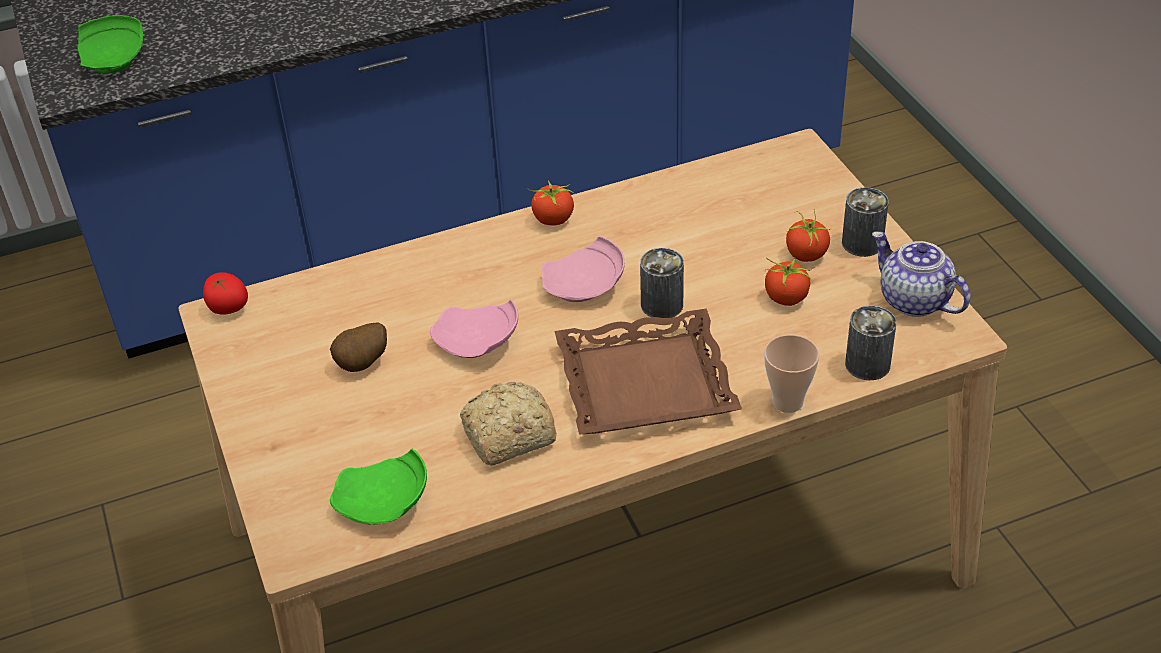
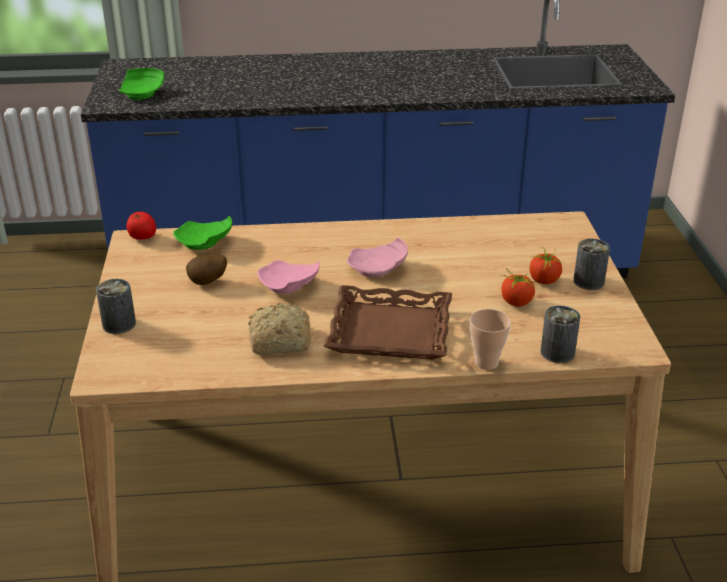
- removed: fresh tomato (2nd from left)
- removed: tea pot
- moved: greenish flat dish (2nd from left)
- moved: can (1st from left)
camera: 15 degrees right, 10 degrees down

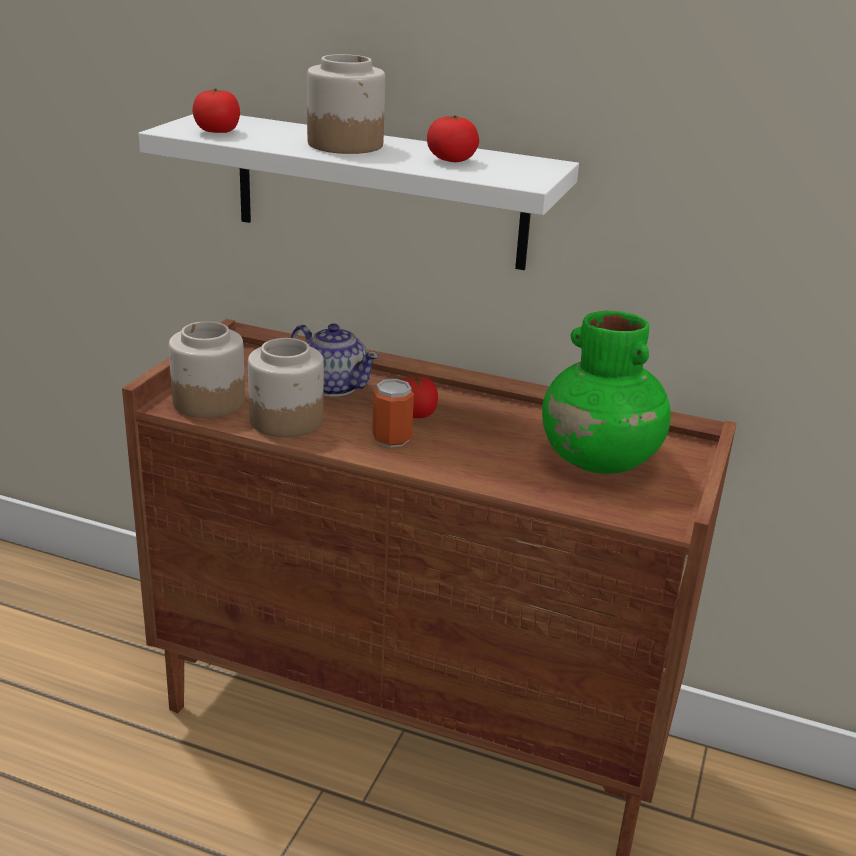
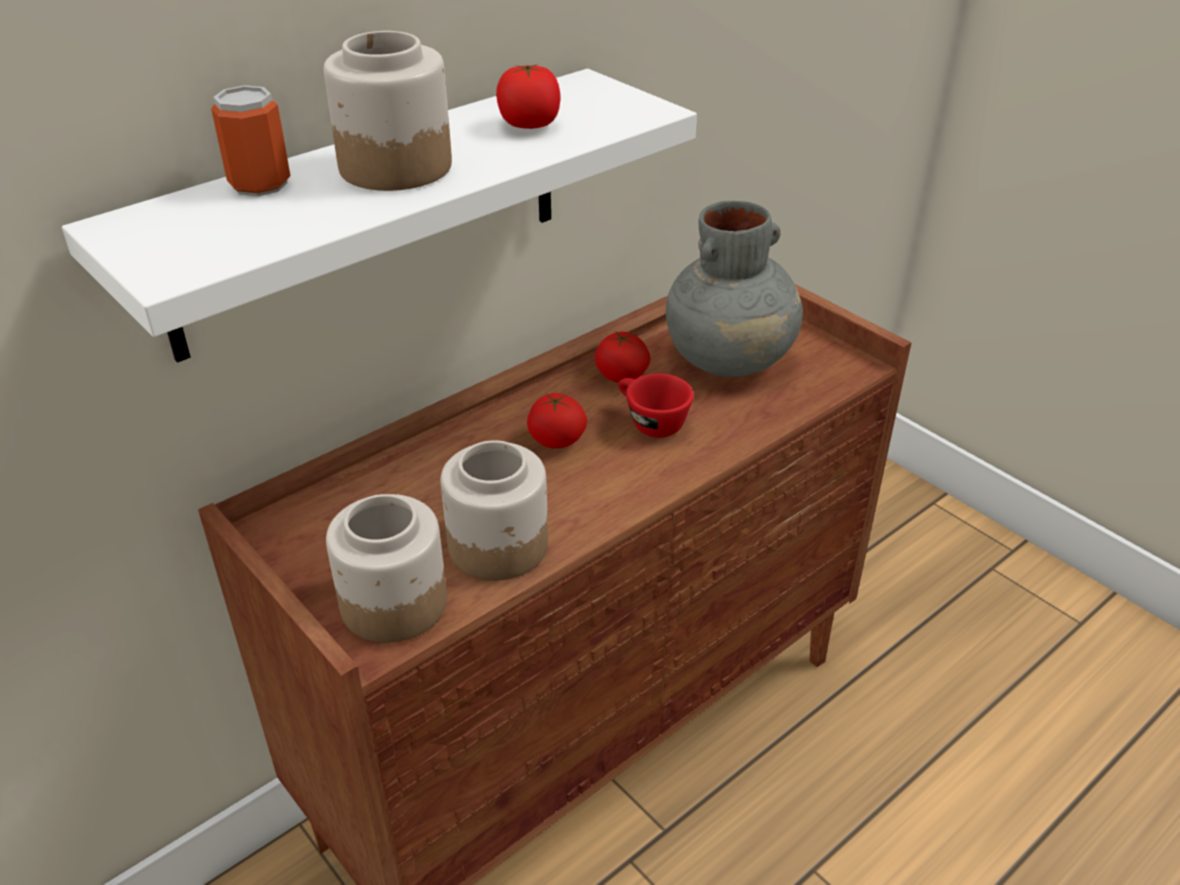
- removed: tea pot
- added: reddish cup
- moved: fresh tomato (1st from left in the first image) to fresh tomato (3rd from left)
- moved: can
- recoloured: greenish vase to greyish vase
camera: 60 degrees left, 10 degrees up

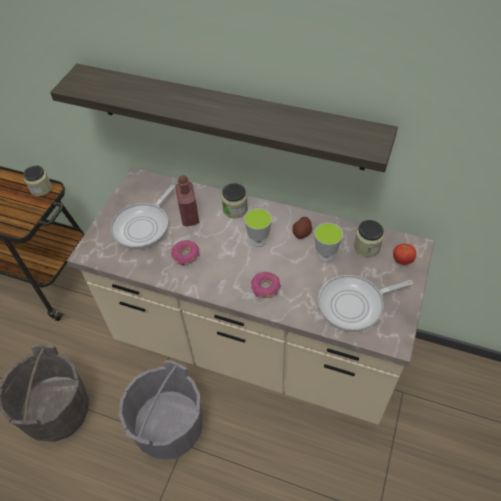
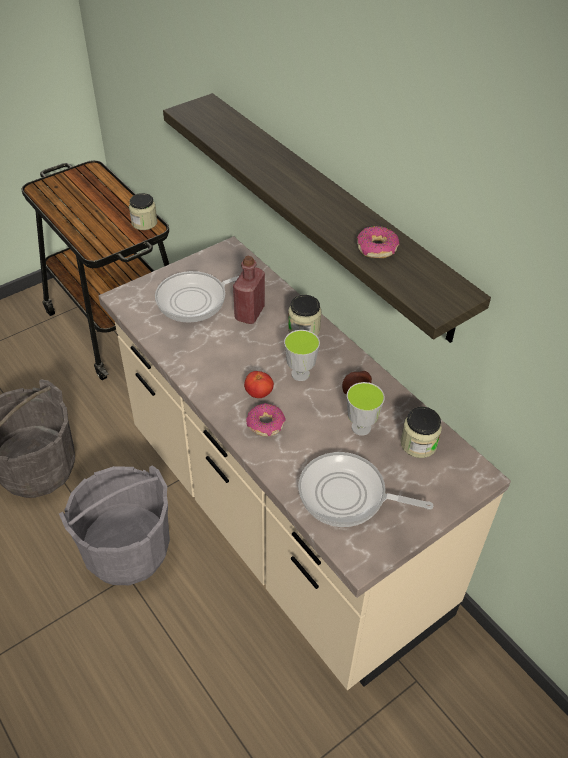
- moved: ring doughnut (1st from left in the first image) to ring doughnut (2nd from left)
- moved: fresh tomato
camera: 30 degrees right, 5 degrees down

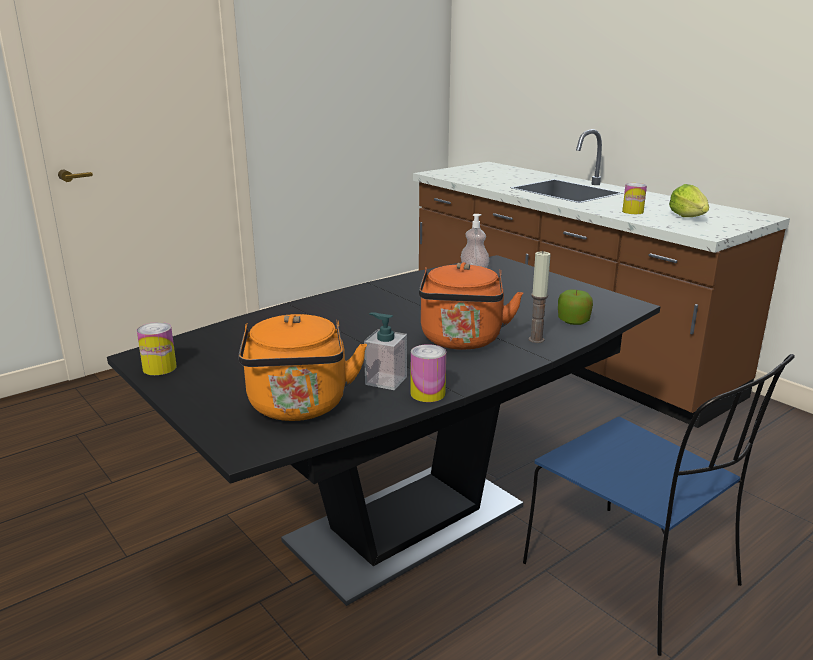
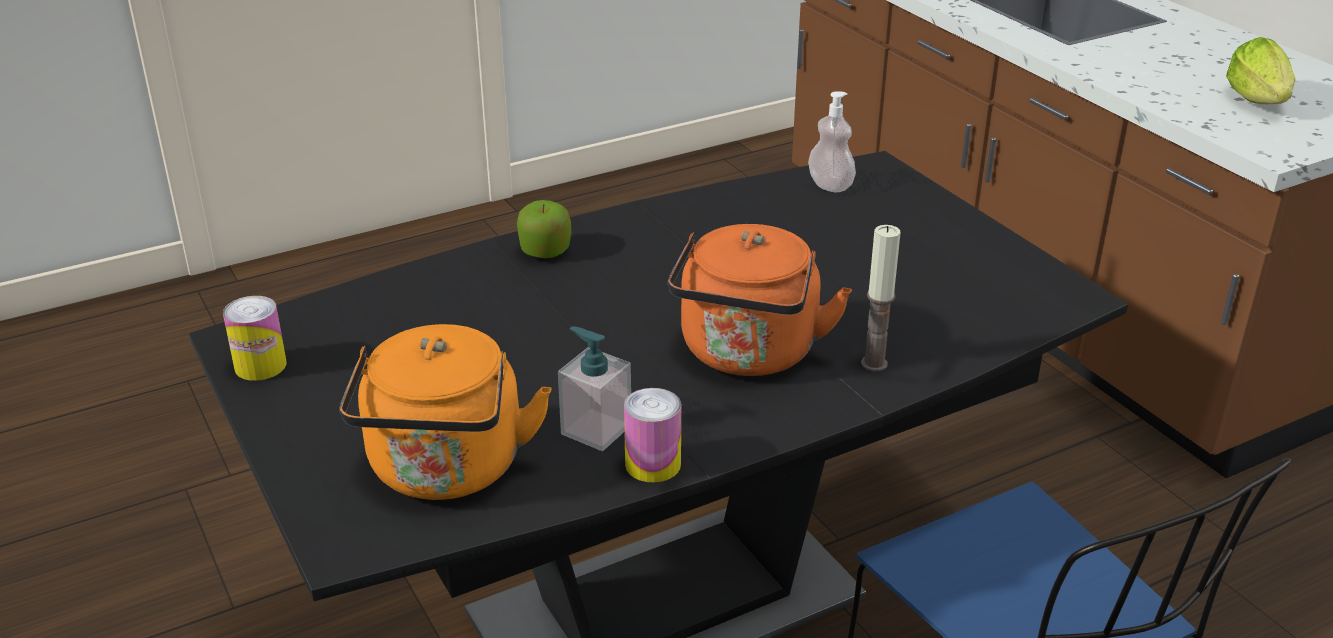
- removed: can (3rd from left)
- moved: apple
camera: 10 degrees right, 10 degrees up

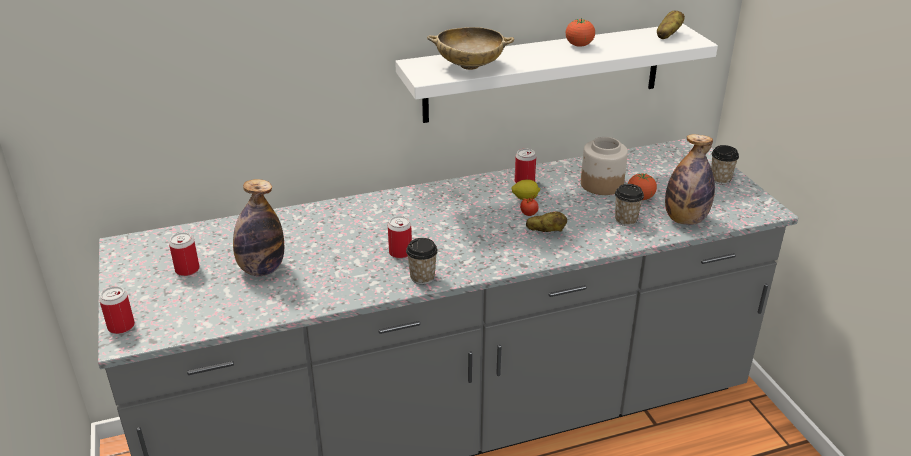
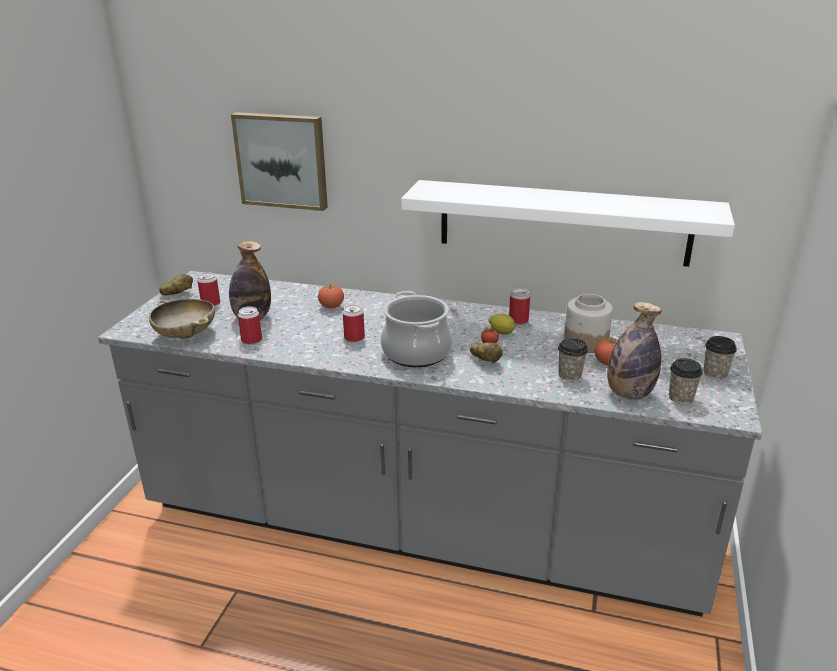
- added: wall art
- added: stockpot
- moved: can (1st from left in the first image) to can (2nd from left)
- moved: cup (1st from left in the first image) to cup (2nd from left)
- moved: sand-coloured serving bowl
- moved: fresh tomato (2nd from left in the first image) to fresh tomato (1st from left)
- moved: potato (2nd from left in the first image) to potato (1st from left)
camera: 35 degrees right, 5 degrees down

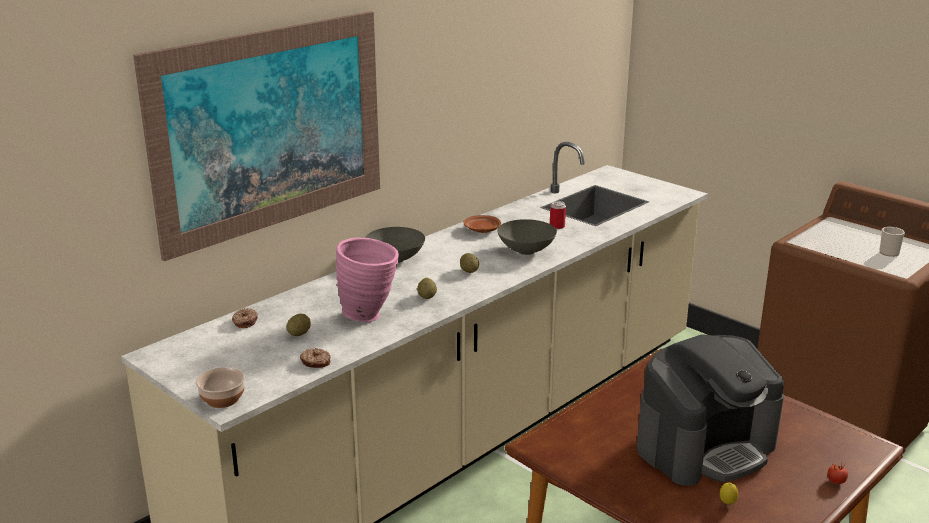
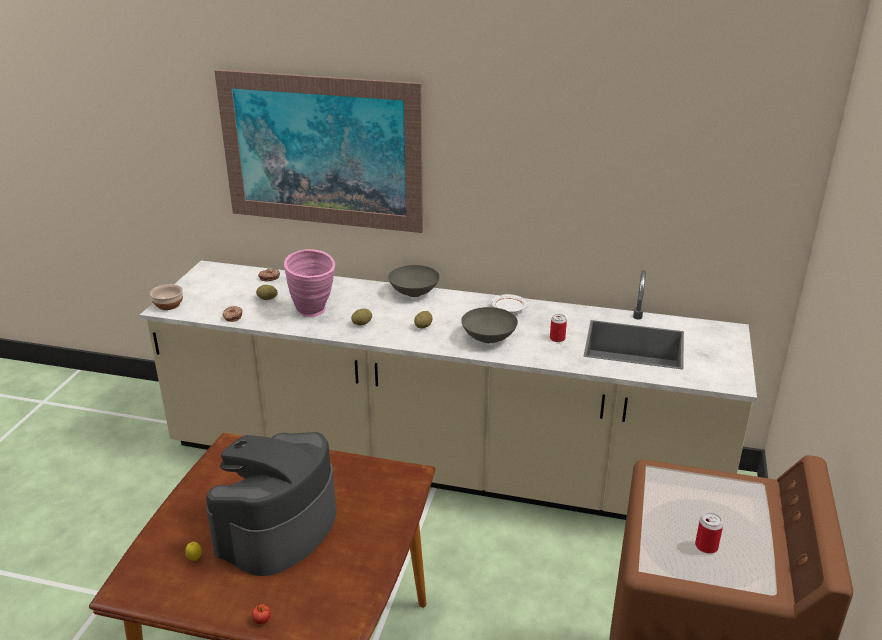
- replaced: mug to can (2nd from left)
- recoloured: brown flat dish to whitish flat dish
- turned: coffee machine 90 degrees clockwise
camera: 60 degrees right, 5 degrees up

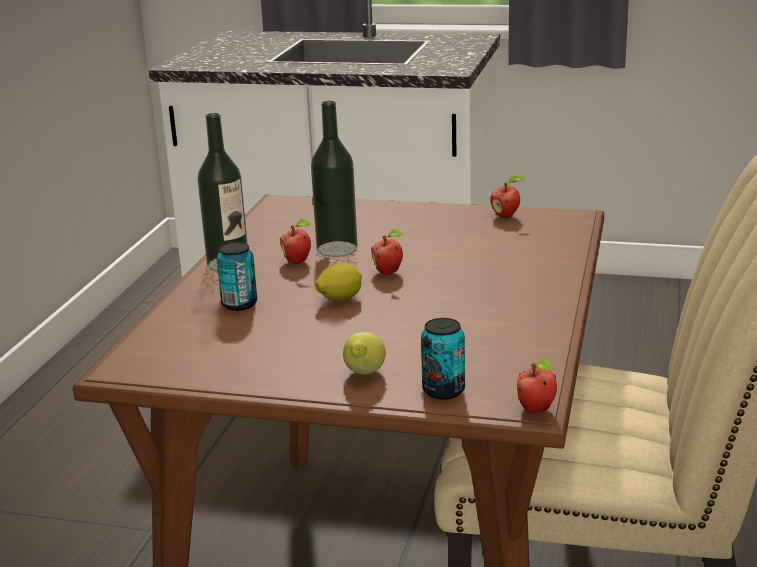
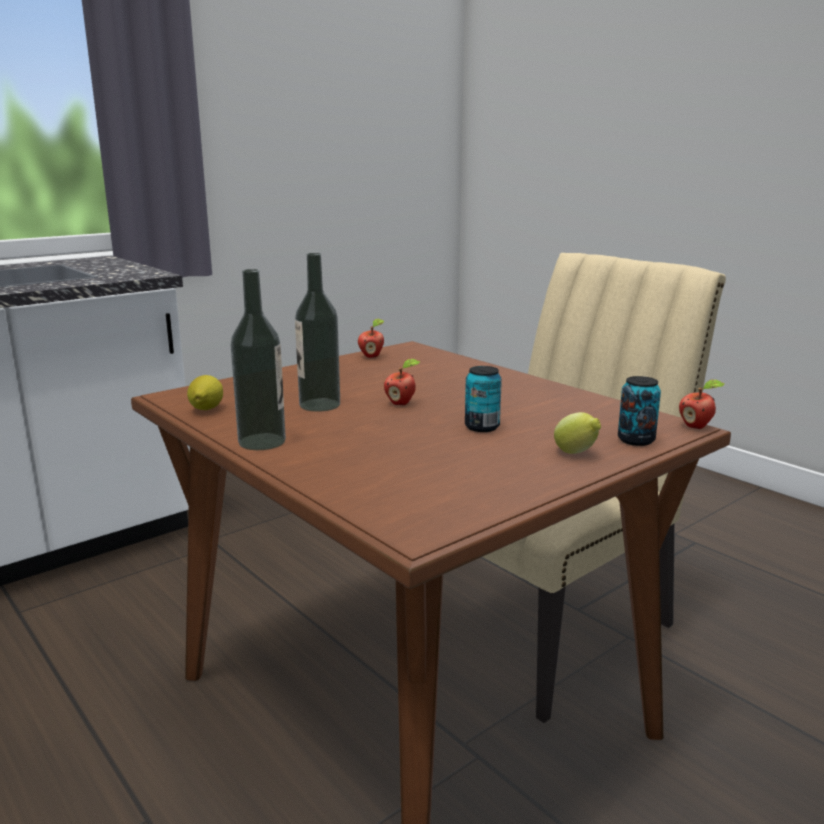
- removed: apple (1st from left)
- moved: can (1st from left)
- moved: lemon (1st from left)
camera: 55 degrees left, 5 degrees down

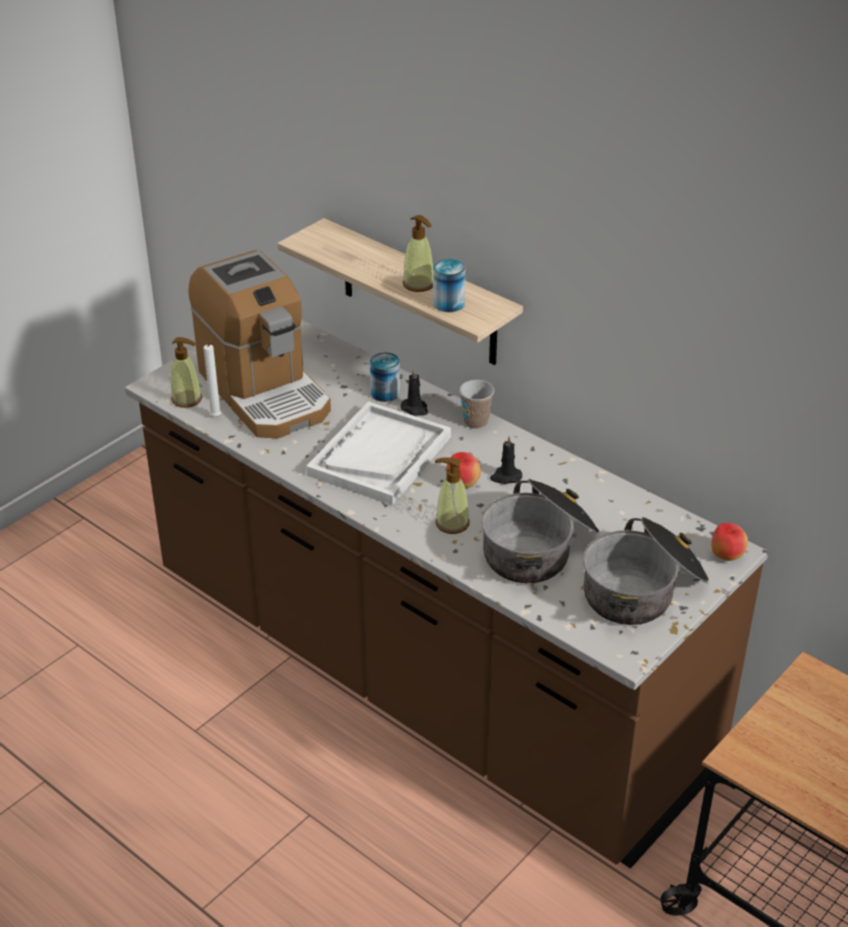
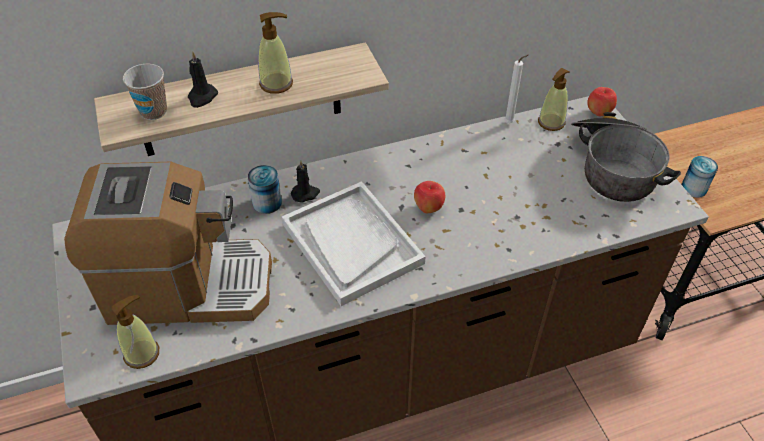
- removed: stockpot (1st from left)
- moved: whitish wax light
- moved: can (2nd from left)
- moved: soap dispenser (3rd from left)
- moved: cup
- moved: blackish wax light (2nd from left in the first image) to blackish wax light (1st from left)
camera: 60 degrees left, 10 degrees up

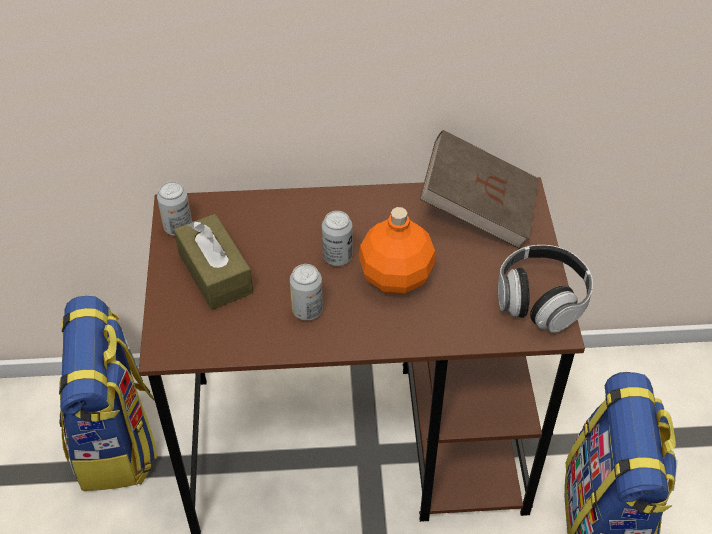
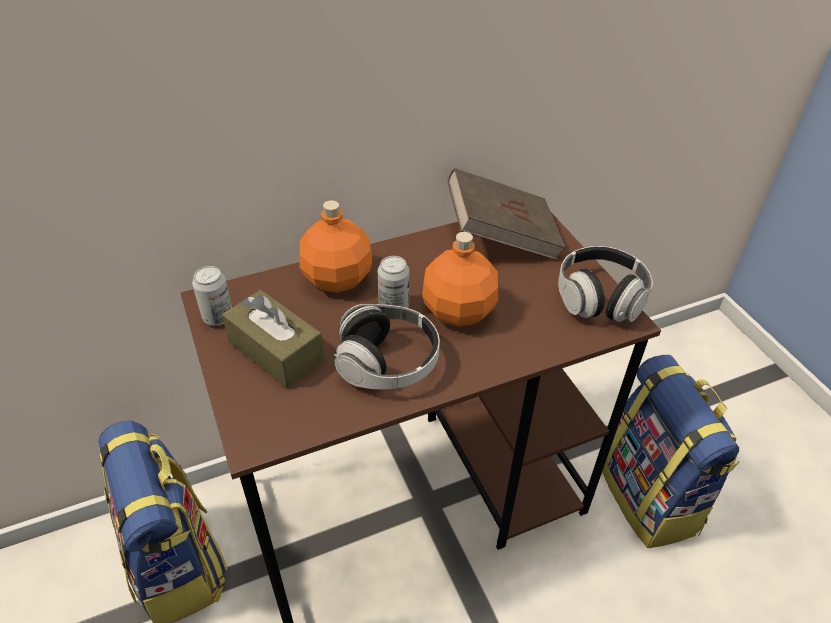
- added: orange bottle (1st from left)
- replaced: can (2nd from left) to pair of headphones (1st from left)
camera: 20 degrees left, 5 degrees down

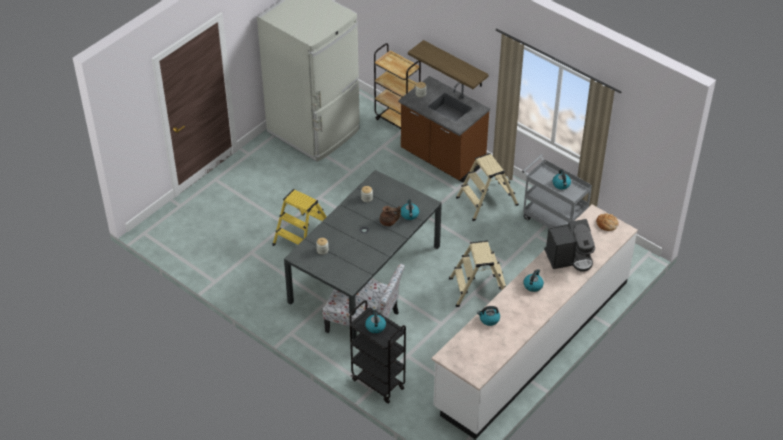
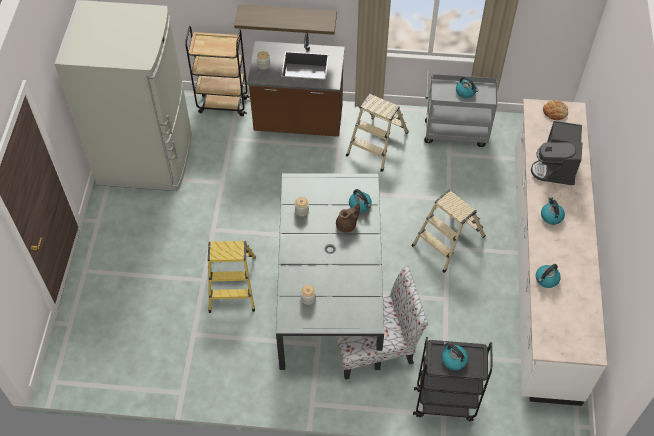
- turned: coffee machine 150 degrees clockwise
camera: 35 degrees left, 10 degrees up

